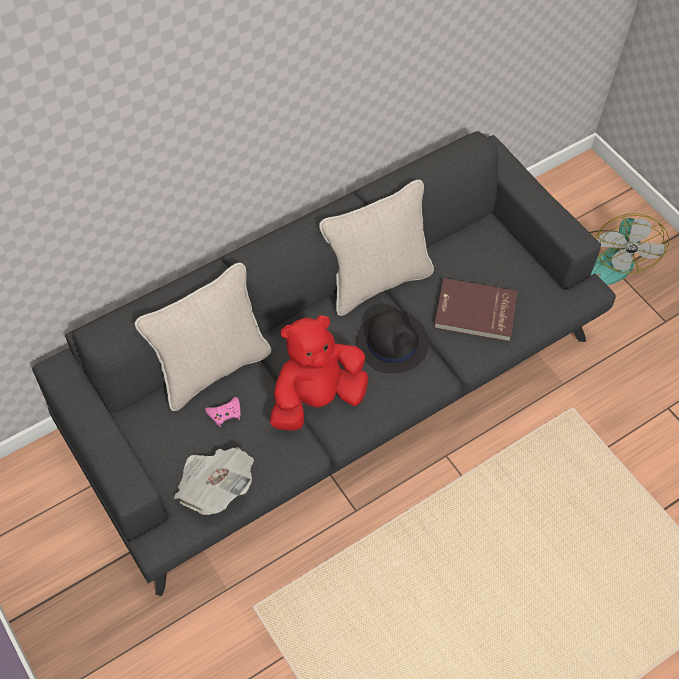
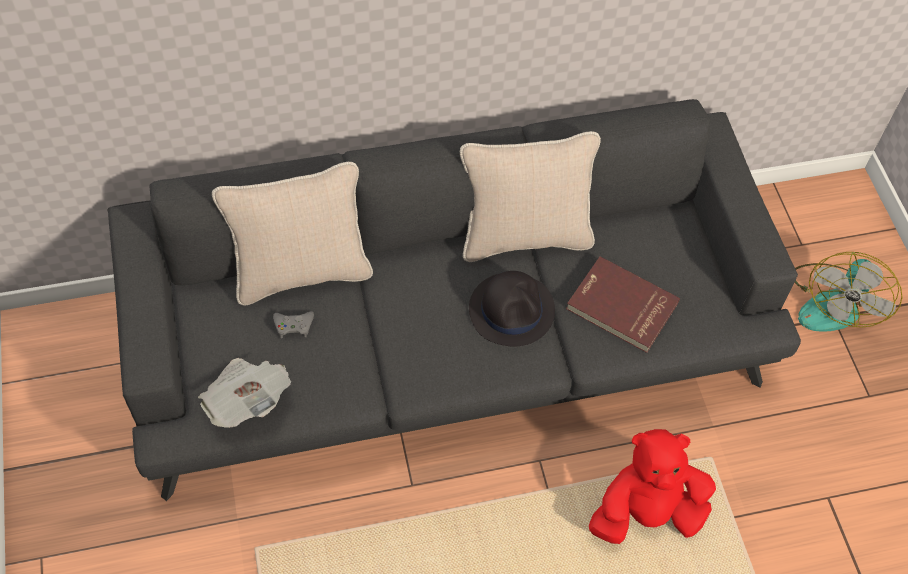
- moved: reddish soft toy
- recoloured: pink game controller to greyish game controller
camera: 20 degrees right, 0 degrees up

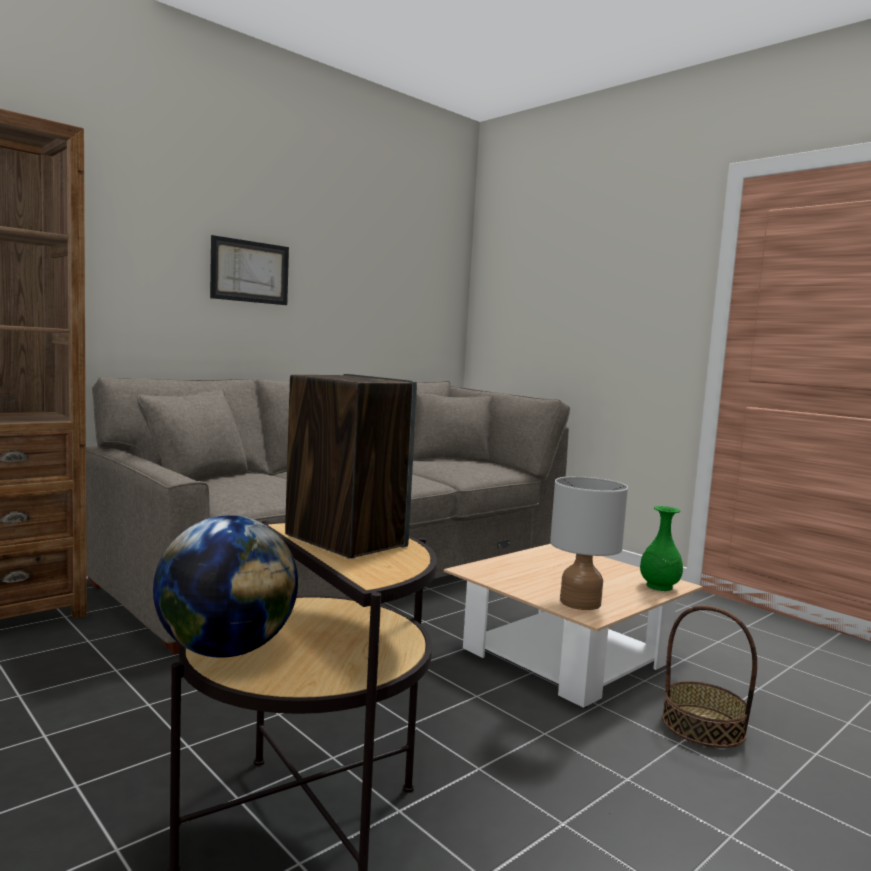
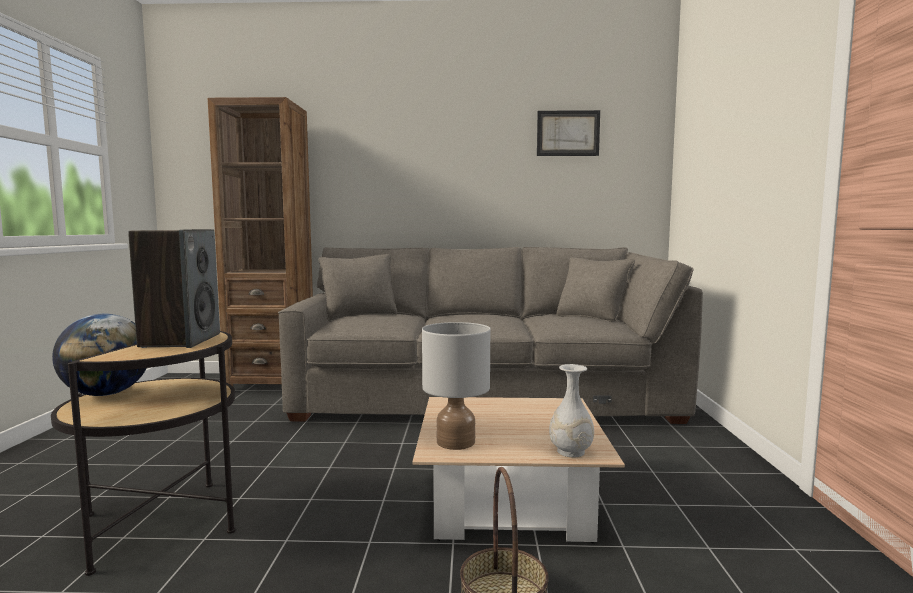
- moved: wall art
- recoloured: greenish vase to whitish vase
camera: 45 degrees right, 0 degrees up

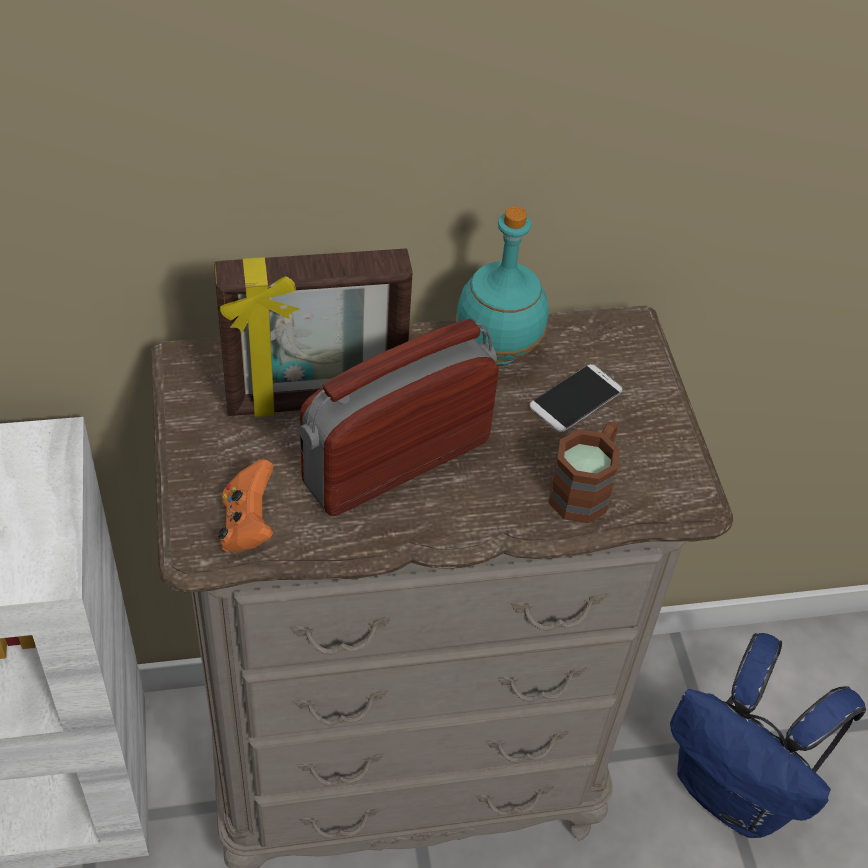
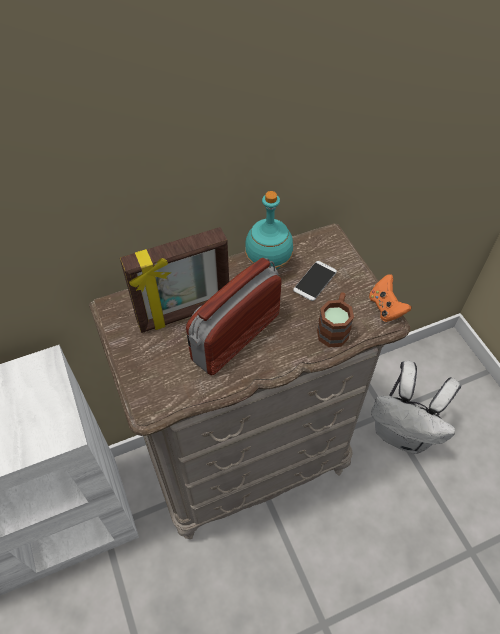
- moved: orange game controller
- recoloured: bluish knapsack to whitish knapsack
camera: 10 degrees left, 5 degrees up

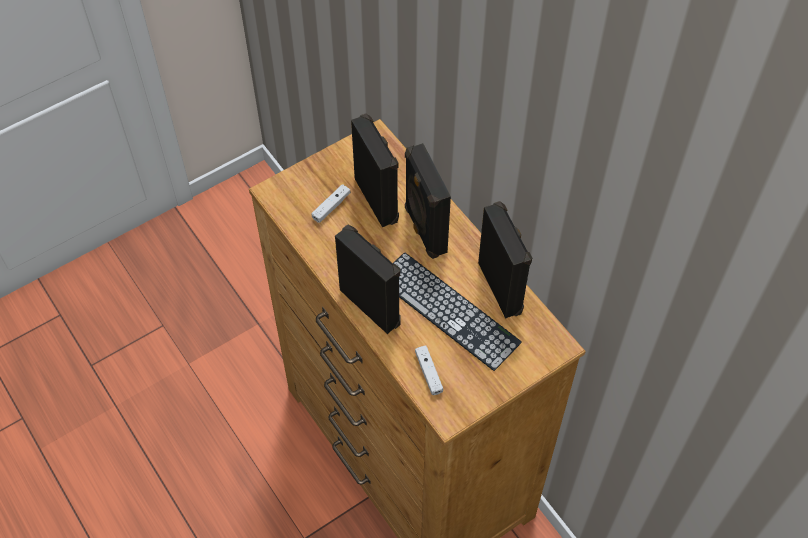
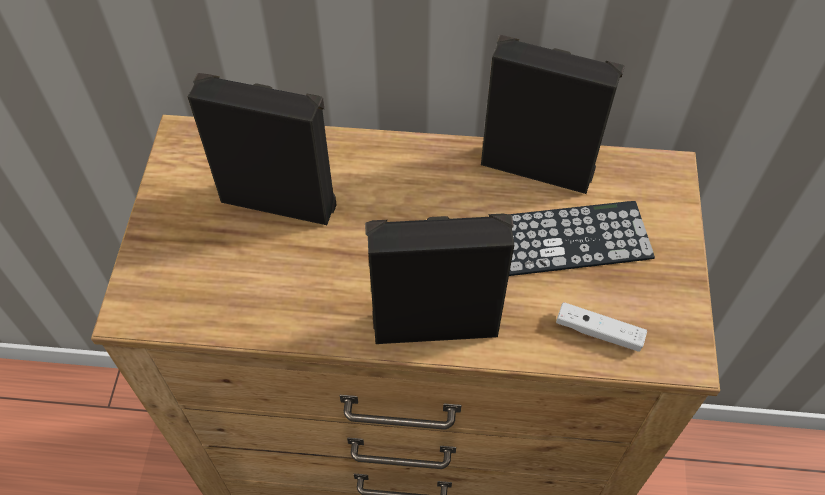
- removed: whitish game controller (1st from left)
- removed: blackish audio speaker (3rd from left)
camera: 50 degrees left, 0 degrees up

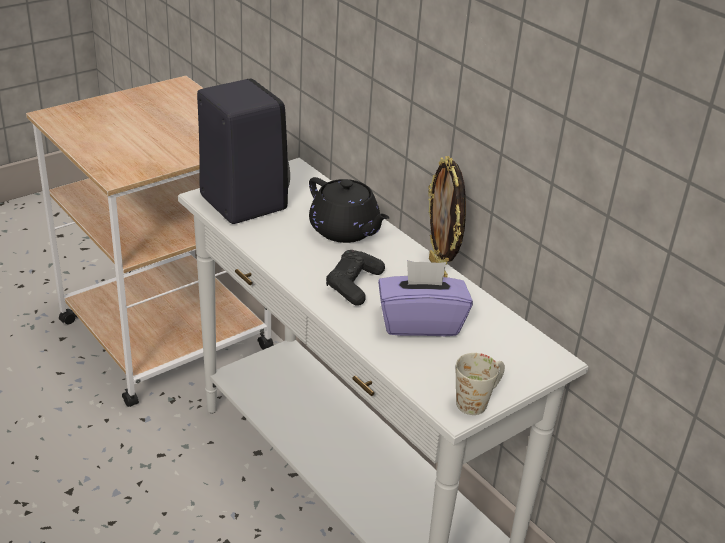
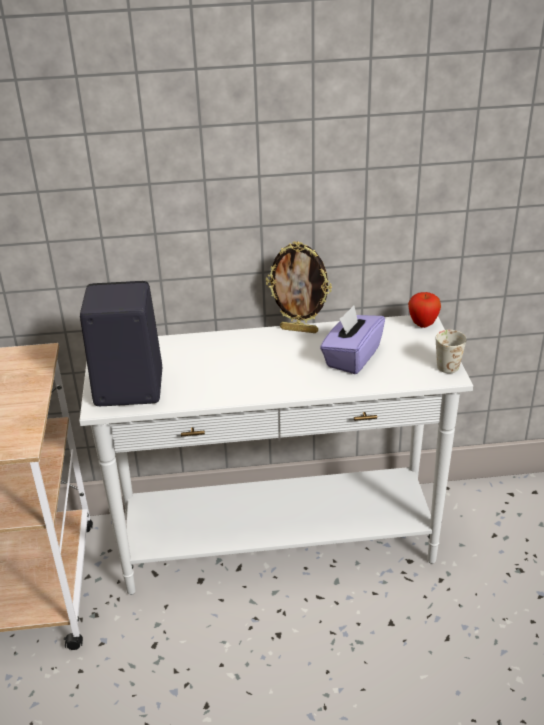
- removed: blackish tea pot
- removed: blackish game controller
- added: apple
camera: 55 degrees left, 0 degrees up

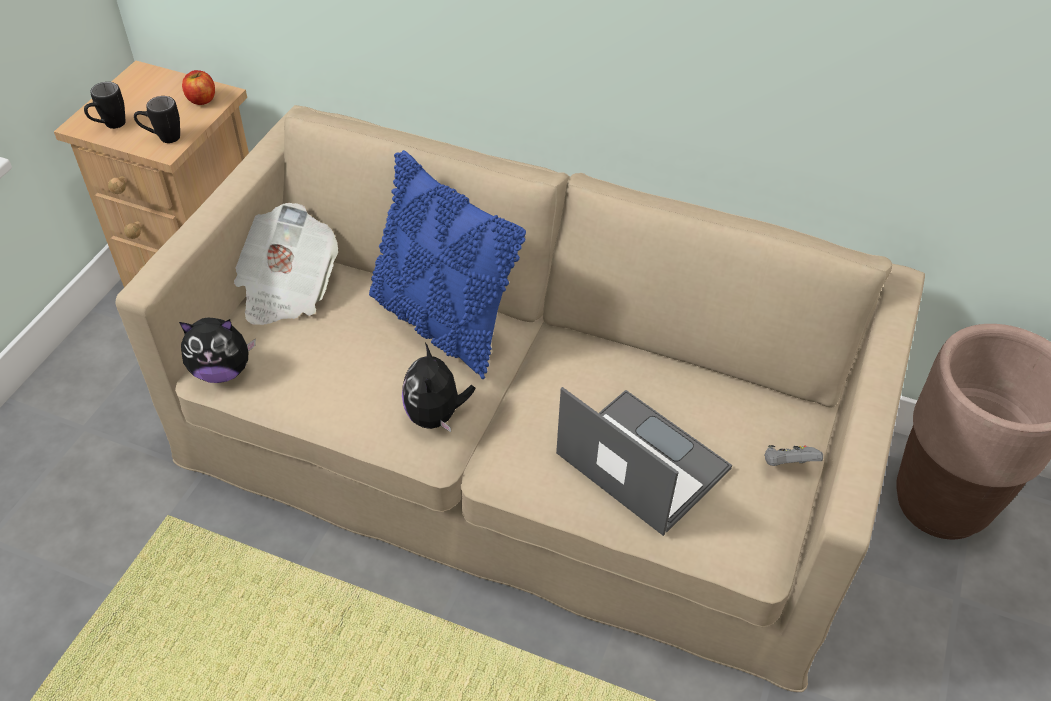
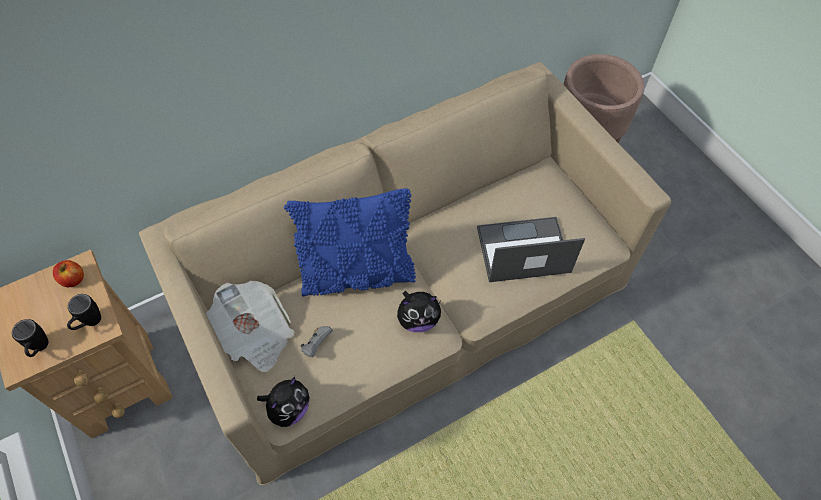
- moved: greyish game controller
- turned: soft toy (2nd from left) 45 degrees counterclockwise
camera: 50 degrees left, 10 degrees up

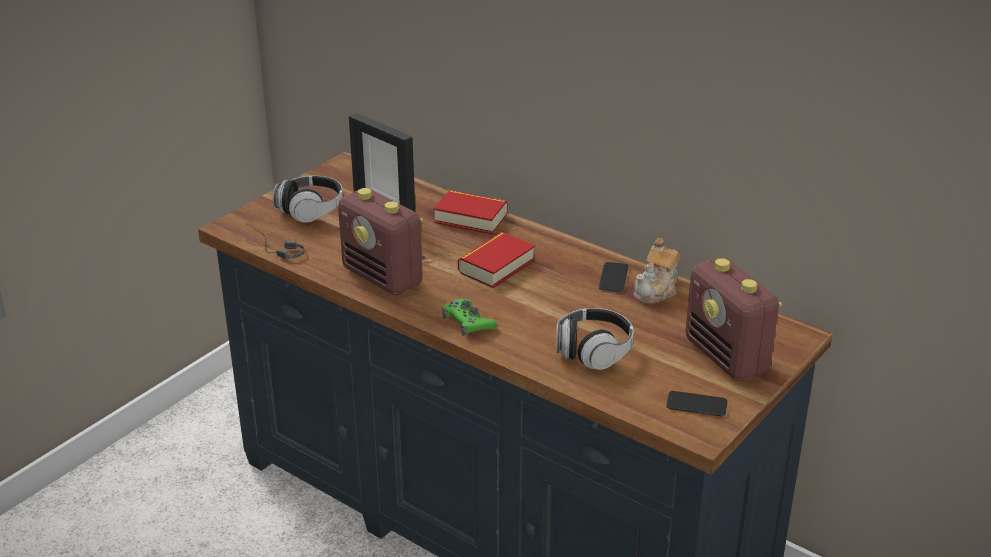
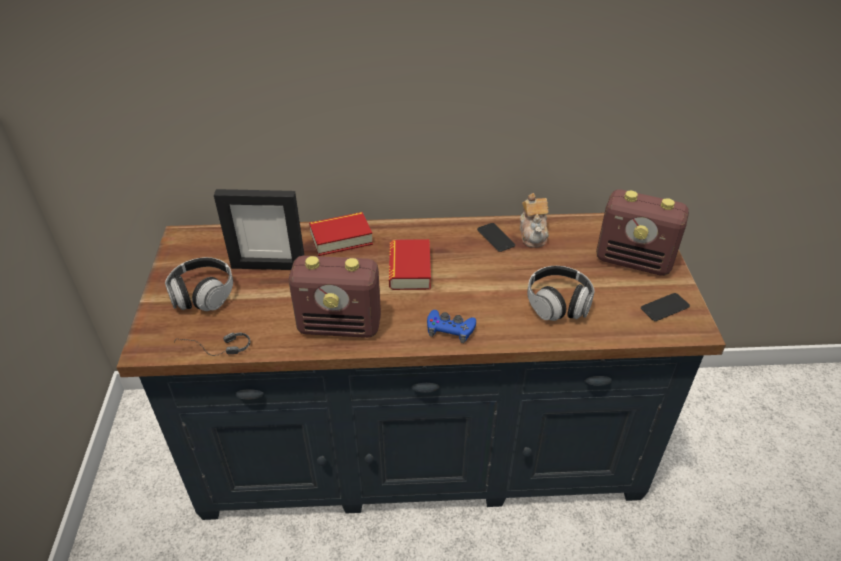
- recoloured: greenish game controller to bluish game controller
camera: 40 degrees left, 10 degrees up

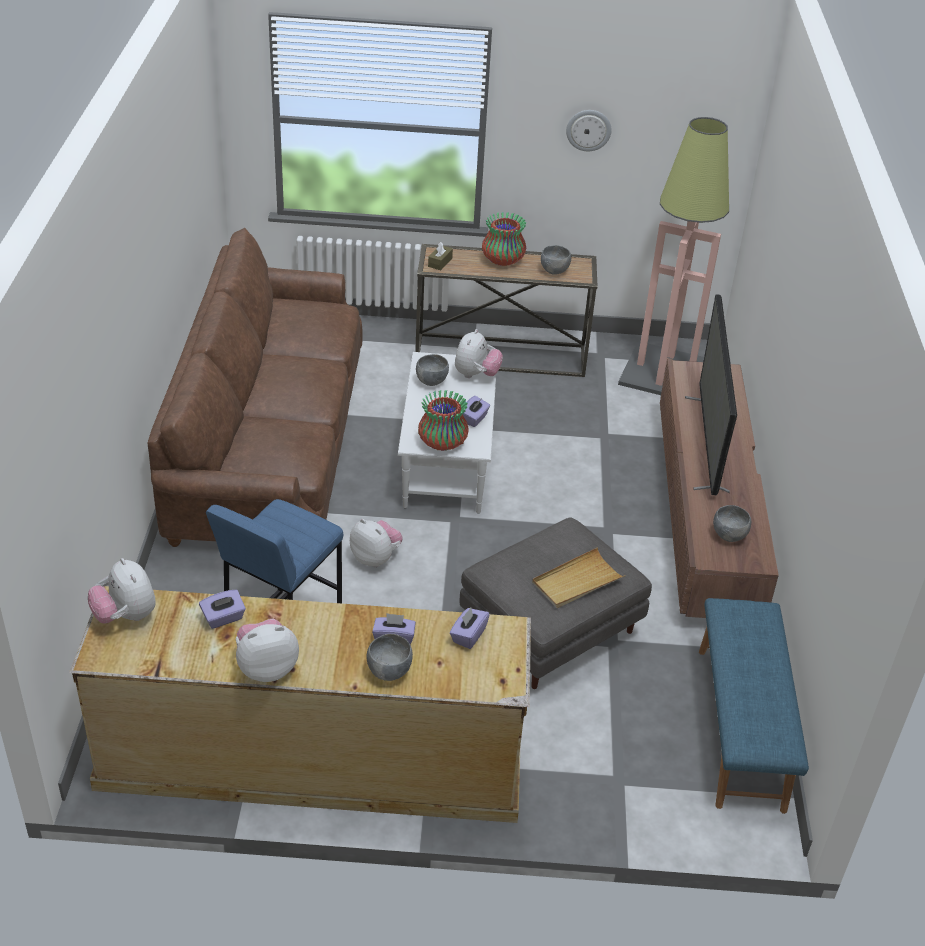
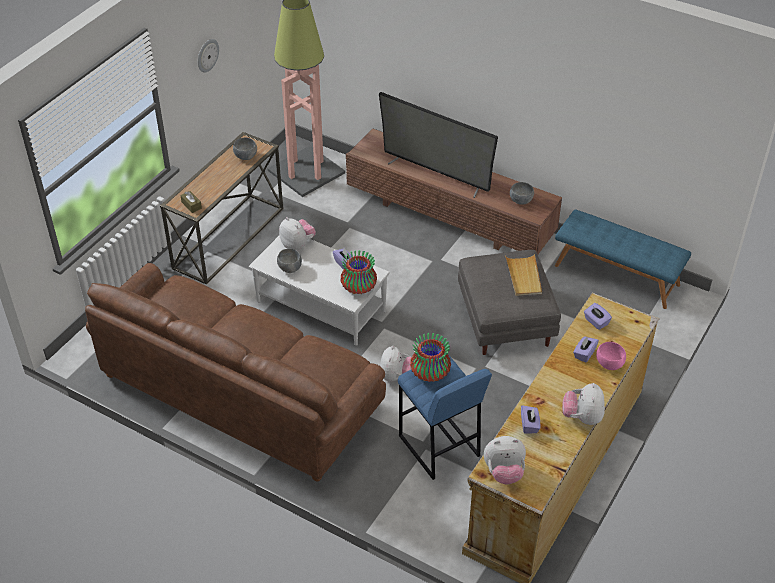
- moved: vase (2nd from left)
- recoloured: greyish serving bowl (1st from left) to pink serving bowl
- turned: soft toy (3rd from left in the first image) 120 degrees clockwise
camera: 60 degrees left, 5 degrees up

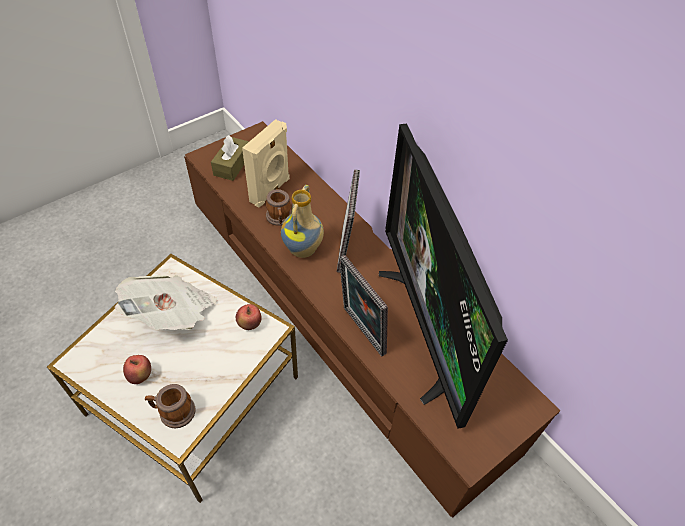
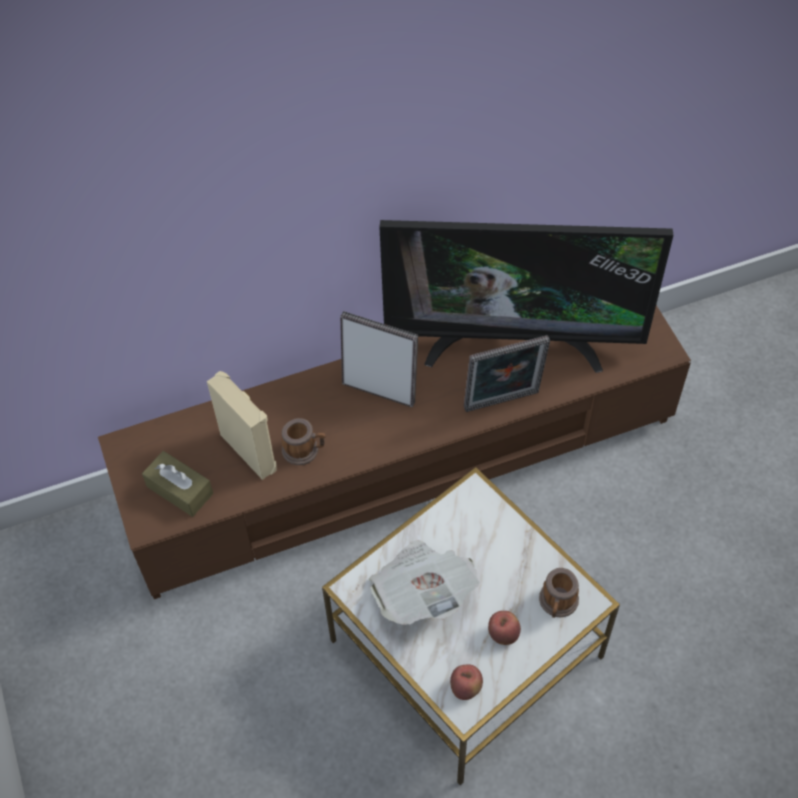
- removed: vase
- moved: apple (2nd from left in the first image) to apple (1st from left)
camera: 70 degrees left, 5 degrees up

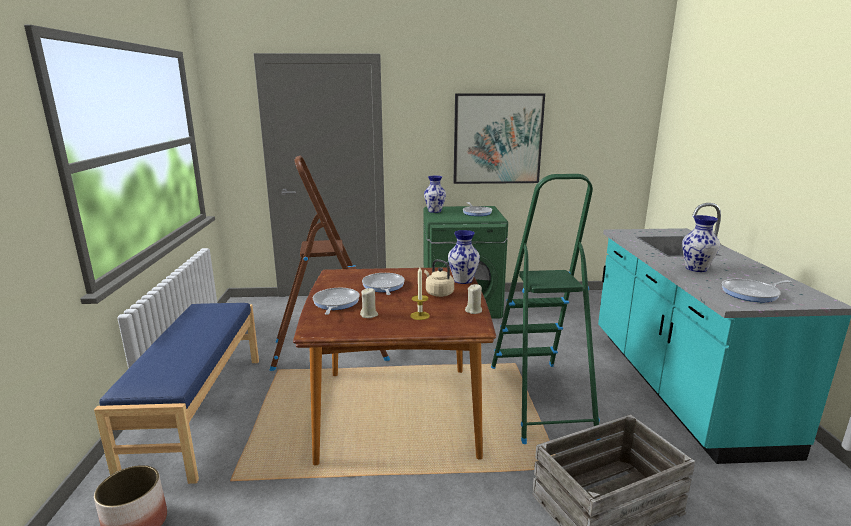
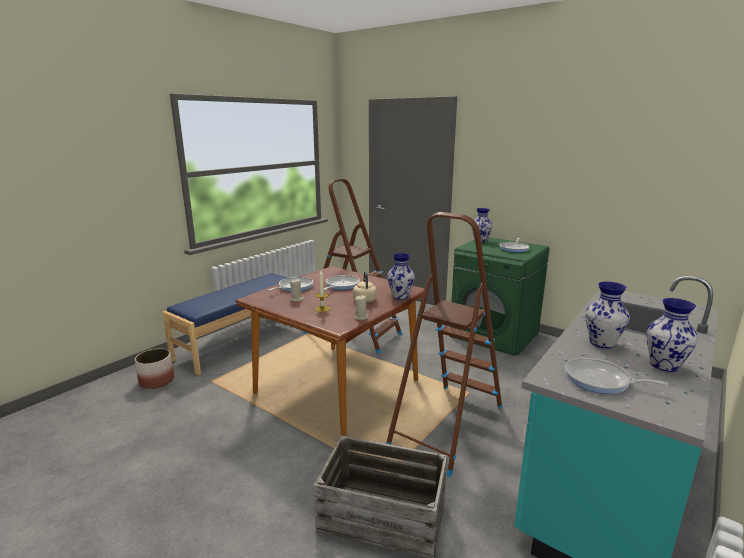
- removed: wall art
- added: vase (4th from left)
- recoloured: greenish step ladder to brown step ladder (2nd from left)
camera: 40 degrees right, 0 degrees up

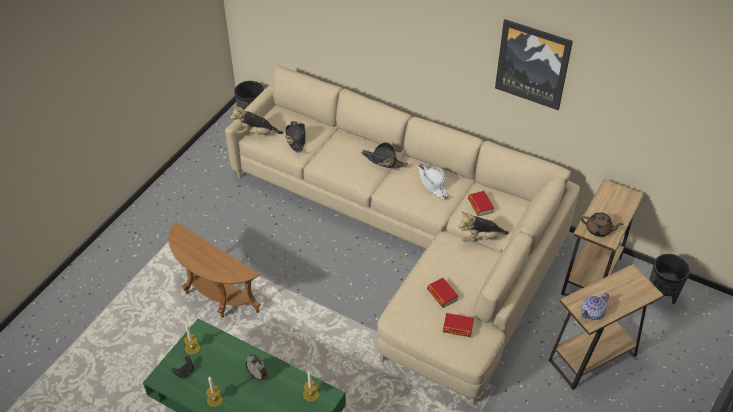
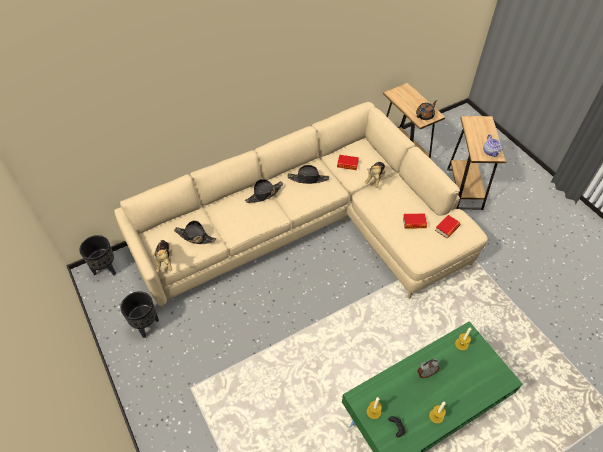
- removed: brown end table (1st from left)
- removed: wall art
- moved: blackish plant pot (2nd from left)
- recoloured: whitish hat to blackish hat (3rd from left)
- turned: soft toy (1st from left) 45 degrees counterclockwise
camera: 60 degrees left, 5 degrees up

